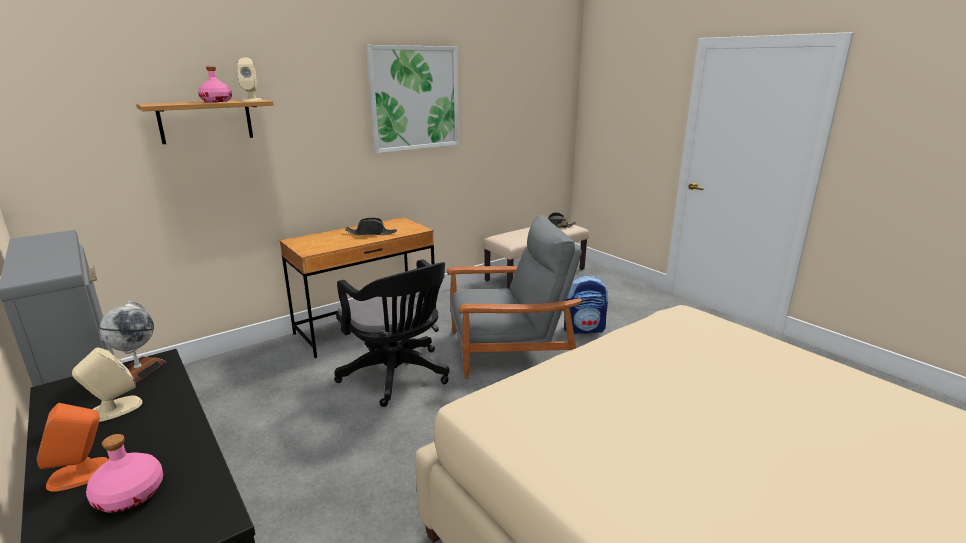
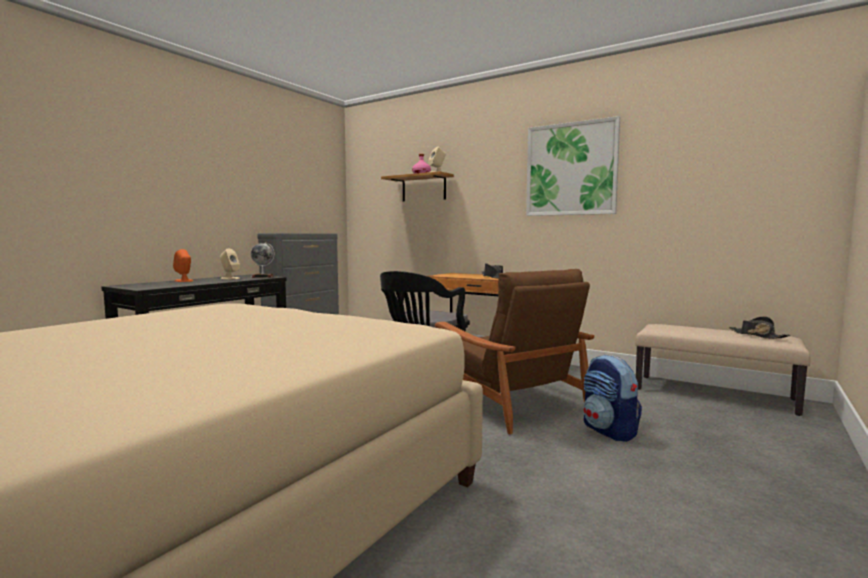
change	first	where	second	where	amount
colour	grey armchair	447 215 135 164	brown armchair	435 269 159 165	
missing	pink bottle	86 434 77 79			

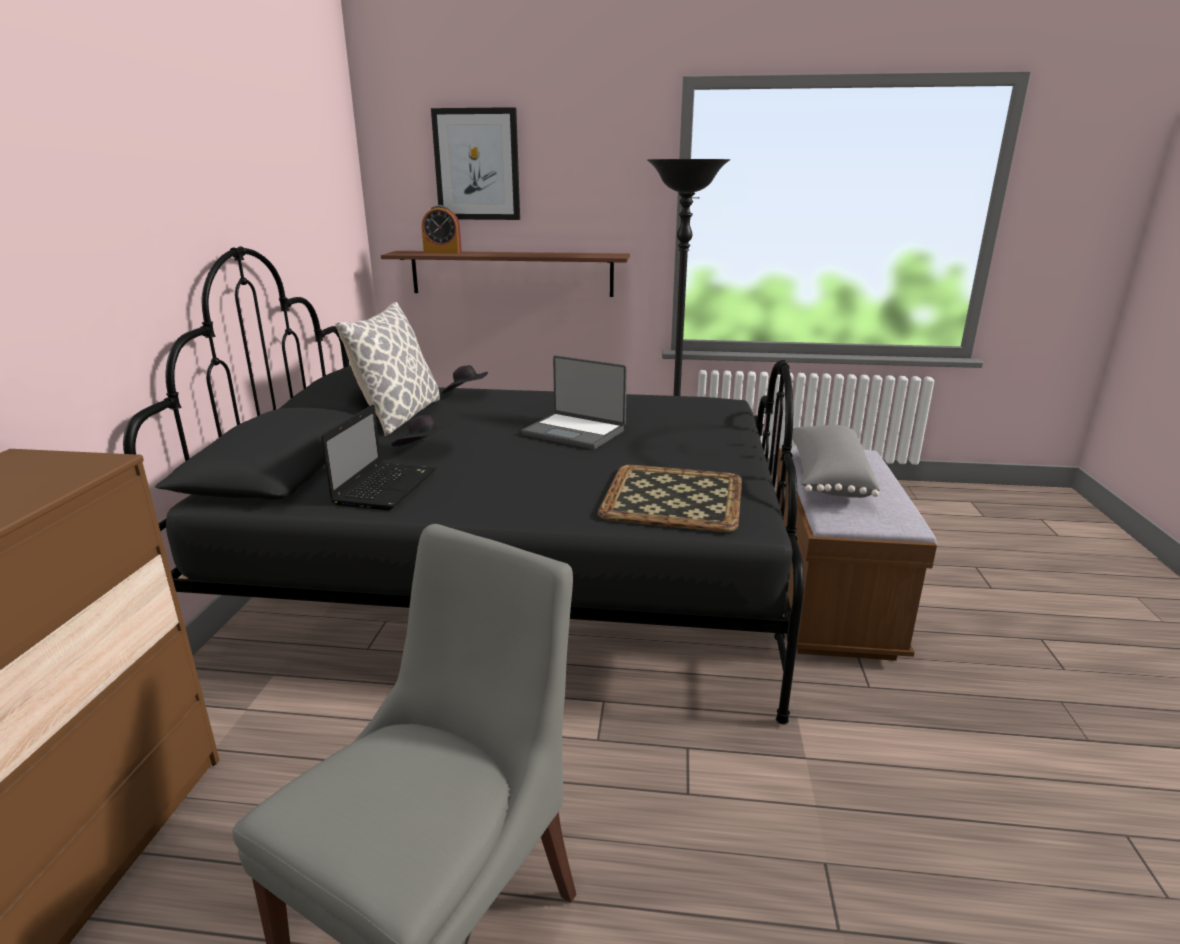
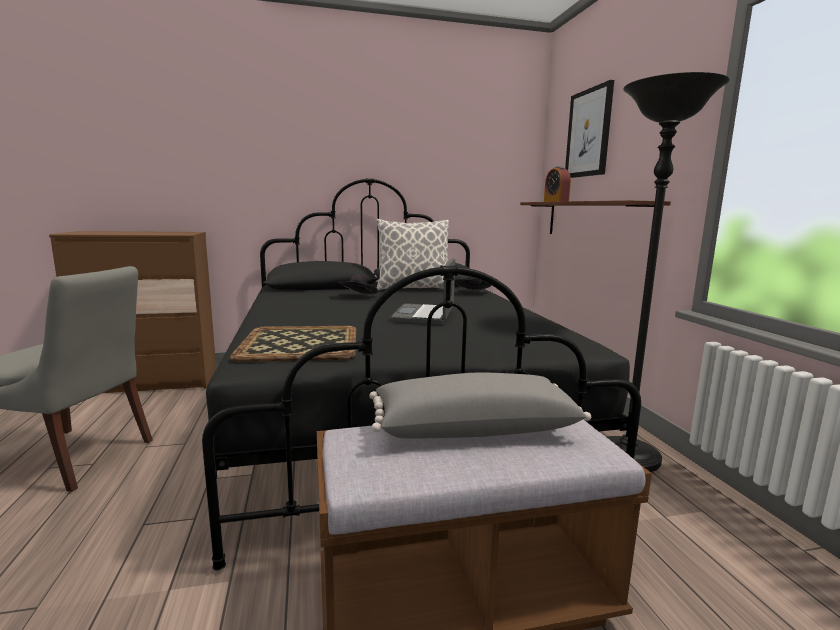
change	first	where	second	where	amount
missing	laptop	321 405 115 105			

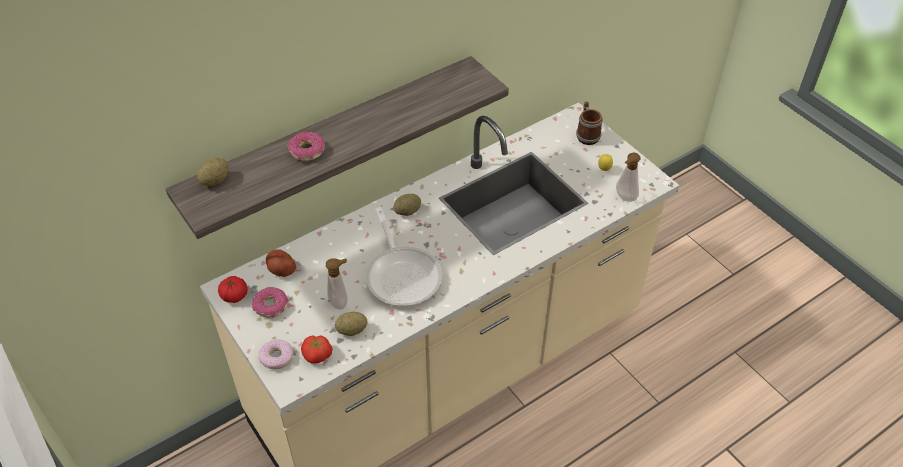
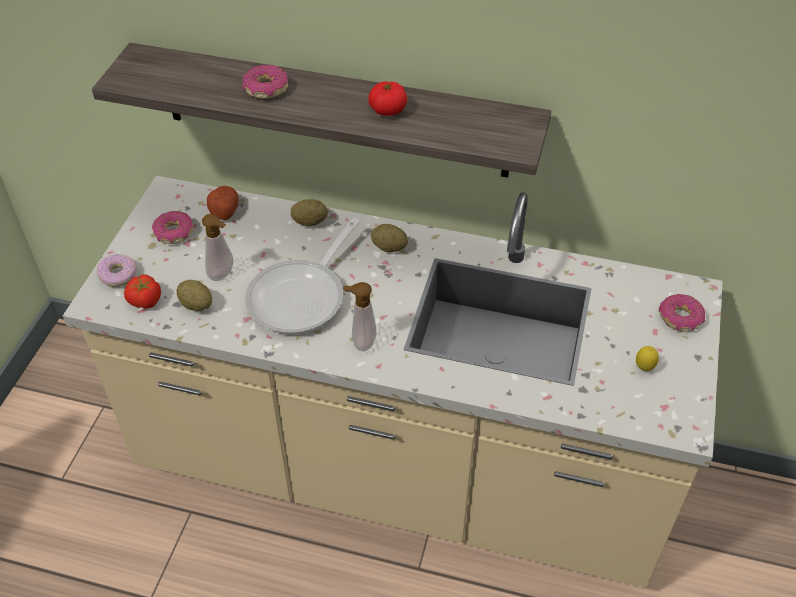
change	first	where	second	where	amount
relocated	potato	197 158 32 28		291 199 37 27	
relocated	soap dispenser	616 153 25 49		343 282 33 69	
relocated	tomato	218 276 30 27		368 81 39 35	
exchanged	mug	576 101 27 44	donut	659 294 46 38	

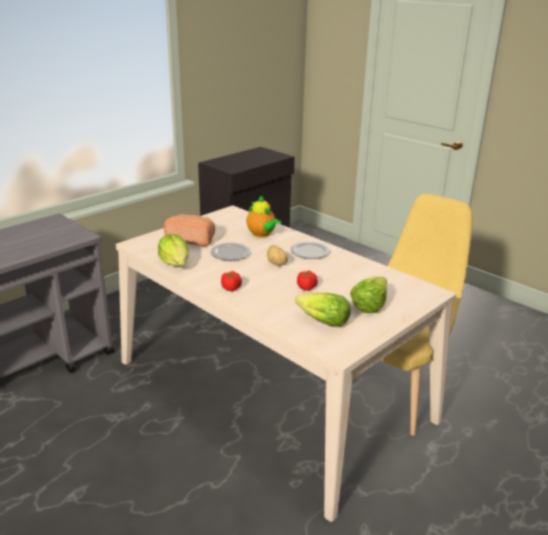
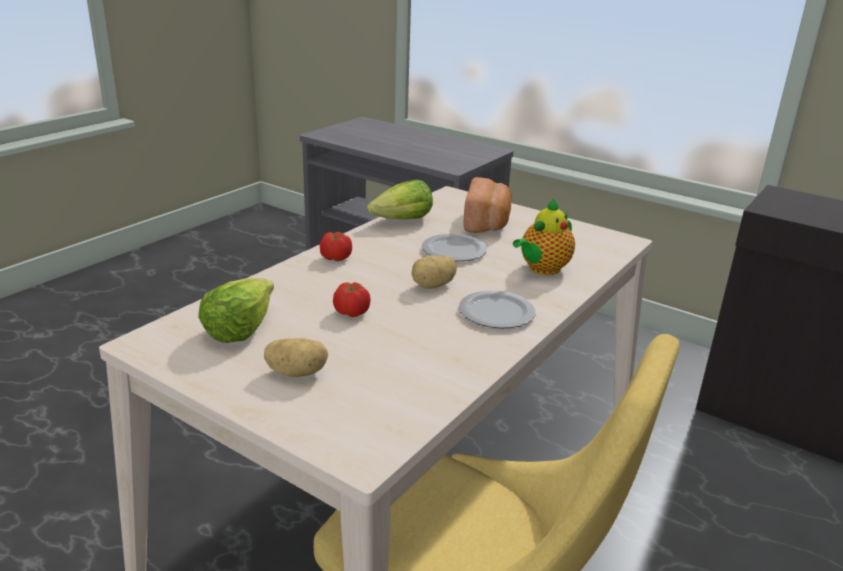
change	first	where	second	where	amount
exchanged	lettuce	350 276 37 37	potato	264 338 64 39	

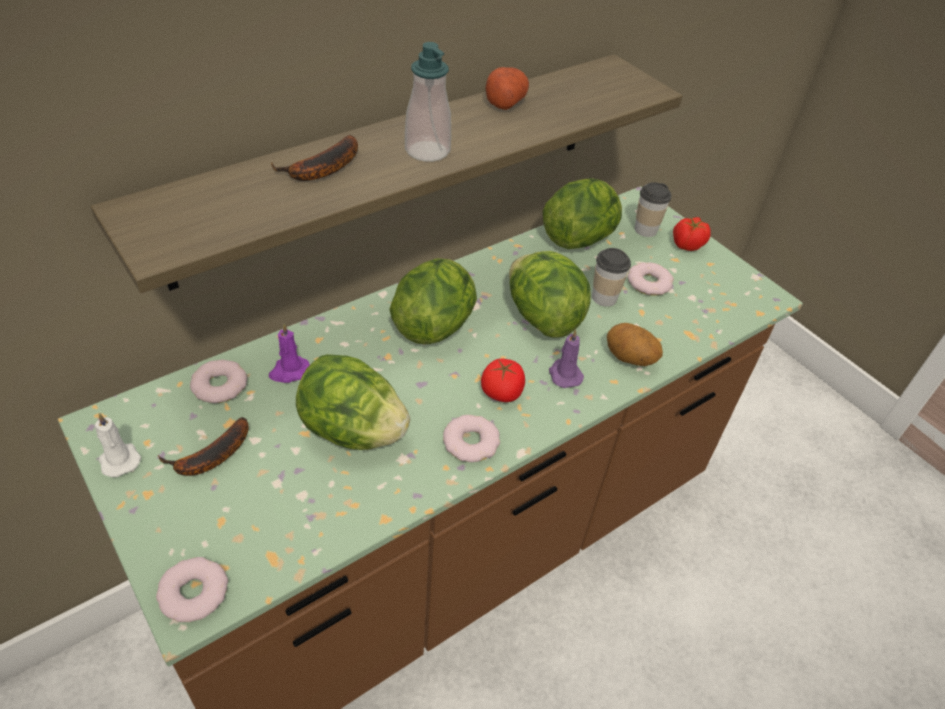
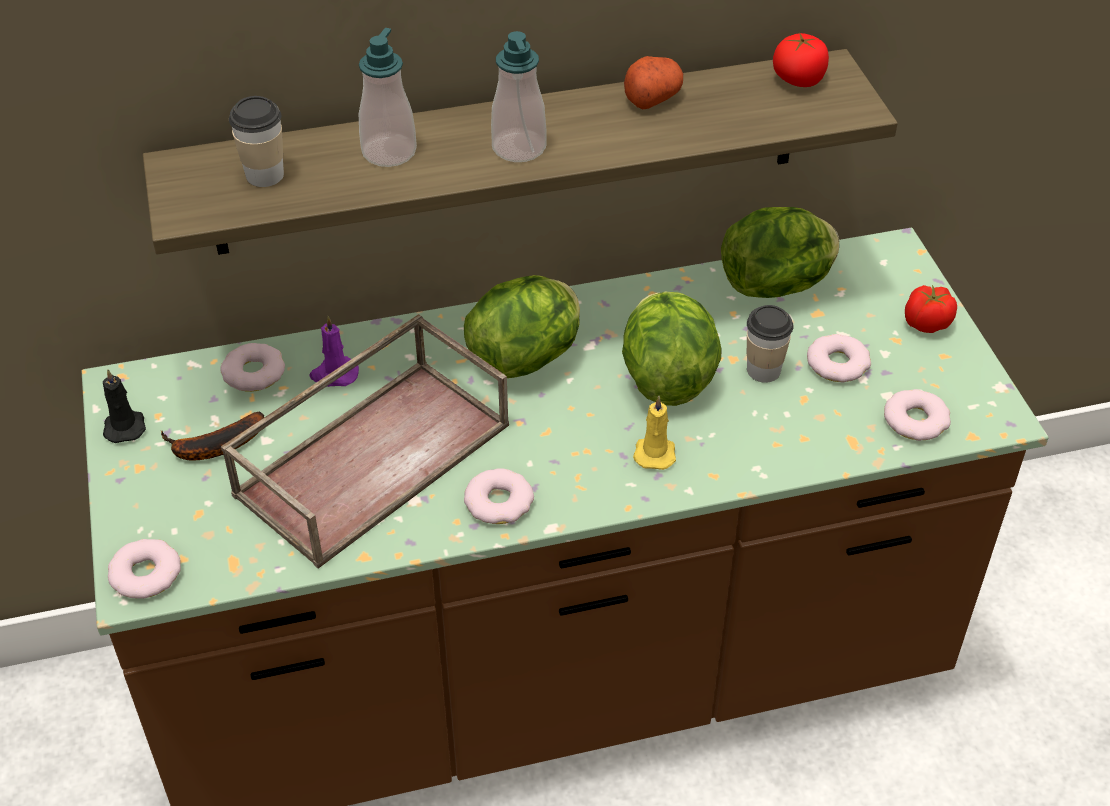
change	first	where	second	where	amount
colour	white candle	95 413 46 64	black candle	103 369 43 74	
exchanged	lettuce	296 354 114 96	brown tray	221 314 288 255	
relocated	cup	634 182 37 55		229 96 55 91	
exchanged	banana	271 135 87 46	soap dispenser	359 28 58 139	
colour	purple candle	549 329 35 59	yellow candle	633 396 43 74	
relocated	tomato	481 359 44 43		773 32 56 55	
appeared			donut	884 389 67 52	
missing	potato	607 323 56 43			

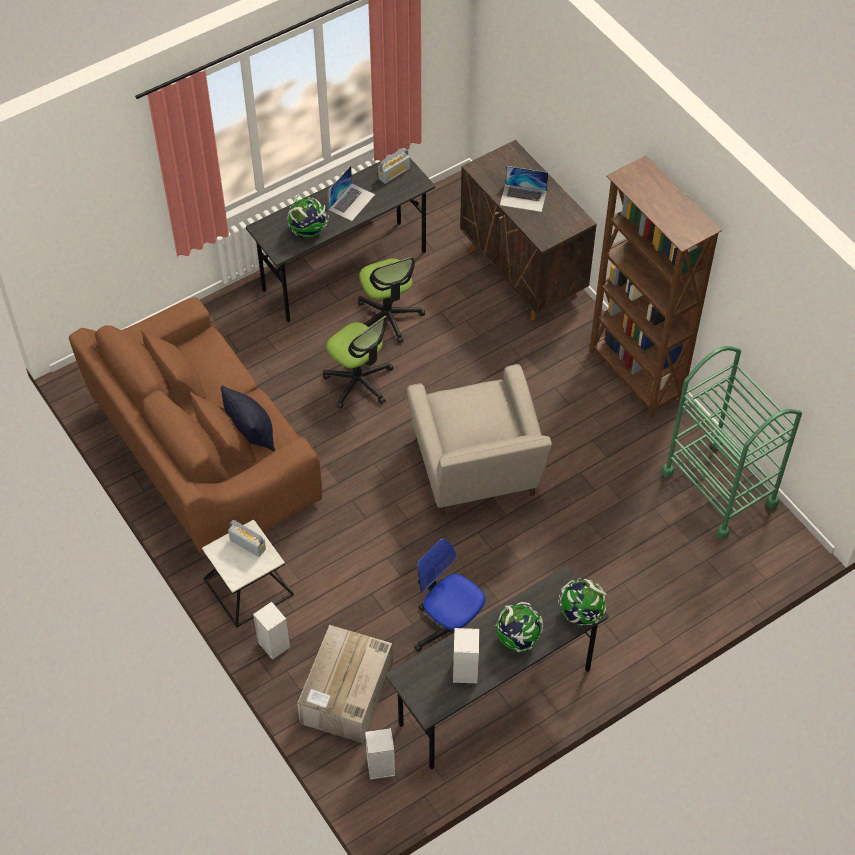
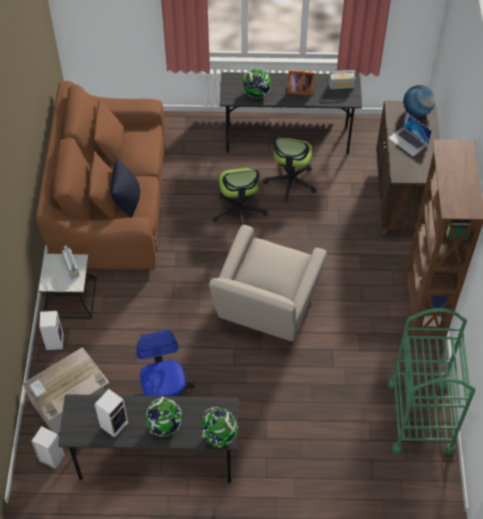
change	first	where	second	where	amount
exchanged	laptop	327 166 48 55	picture frame	287 70 28 26	
appeared			globe	403 85 32 32	

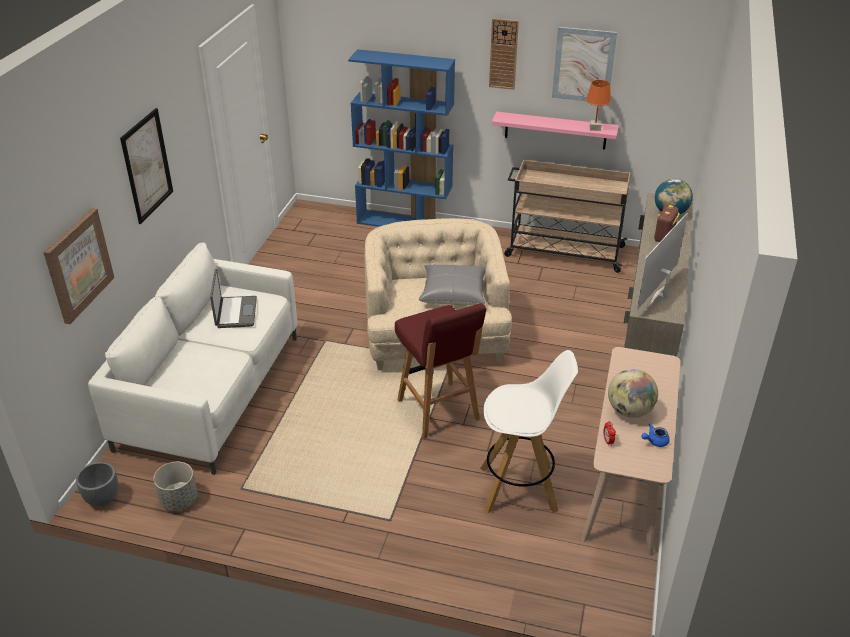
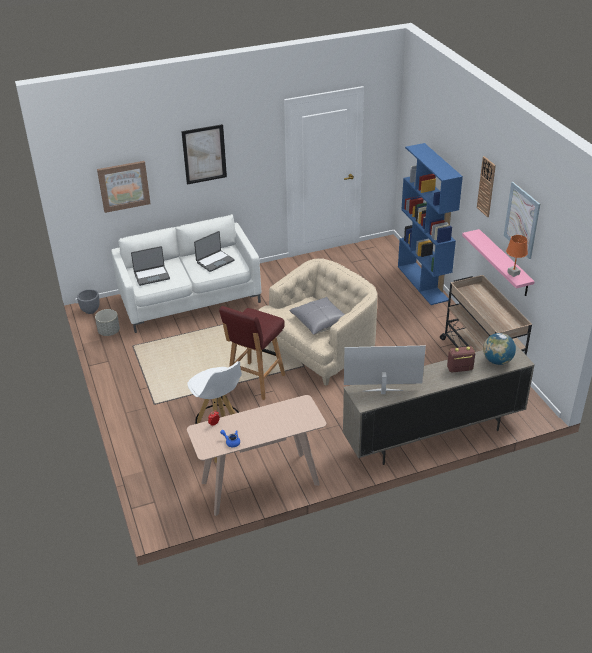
change	first	where	second	where	amount
appeared			laptop	131 246 39 40	
missing	globe	608 369 50 49			

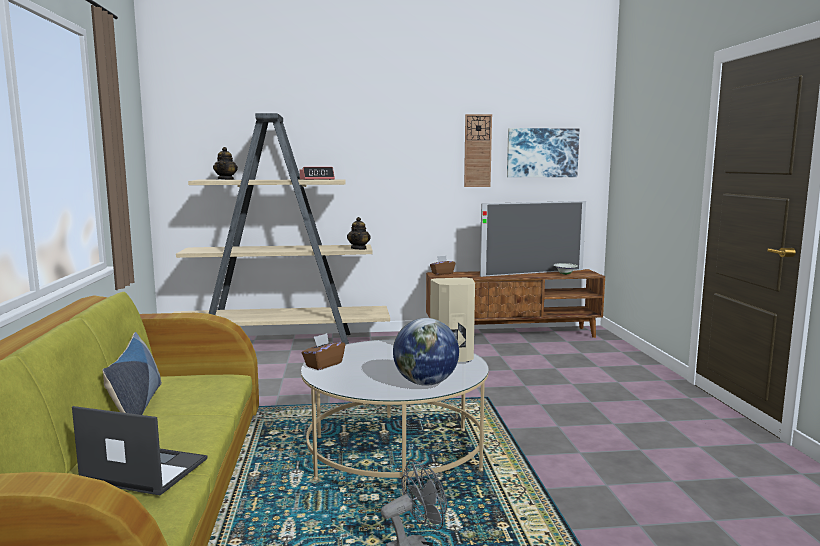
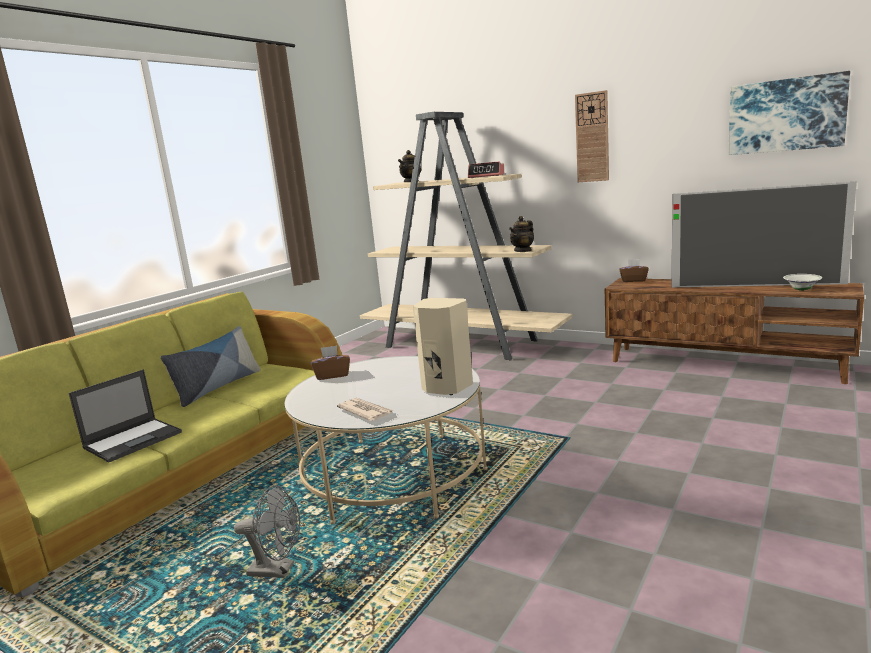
change	first	where	second	where	amount
spun	laptop	72 406 135 89		69 369 113 93	75 degrees clockwise
exchanged	globe	393 318 66 68	newspaper	337 398 57 23	
relocated	wall clock	464 114 28 73		575 90 34 92	

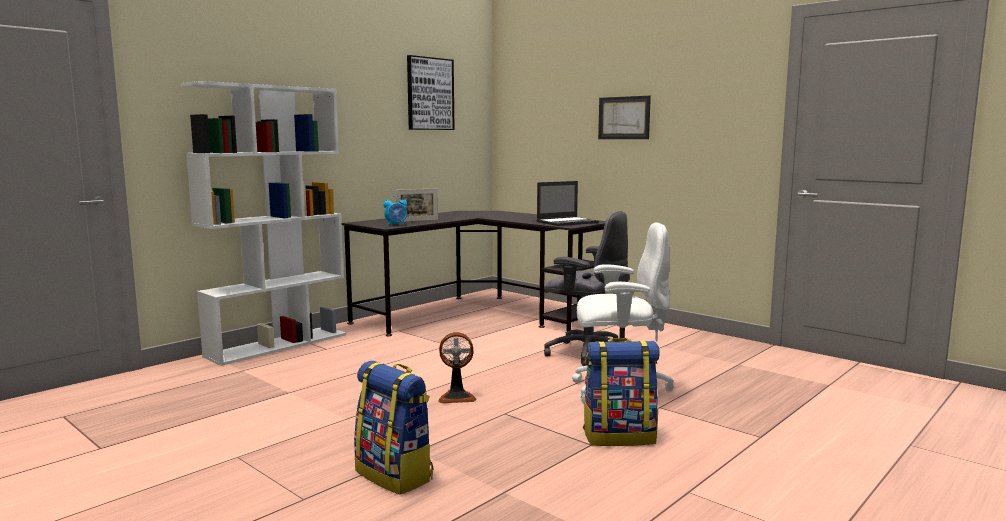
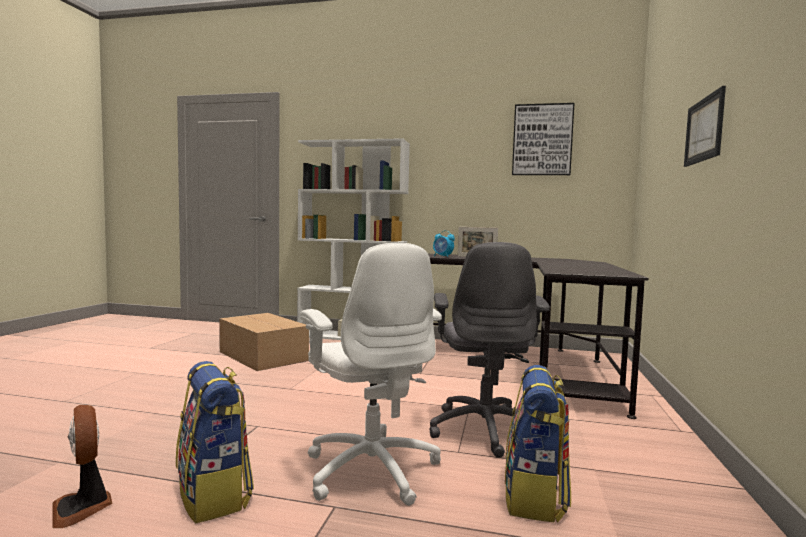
change	first	where	second	where	amount
relocated	fan	438 332 38 71		52 405 60 123	
appeared			cardboard box	219 313 90 58	
relocated	backpack	354 361 79 134		505 365 66 158	
missing	laptop	537 181 62 45			

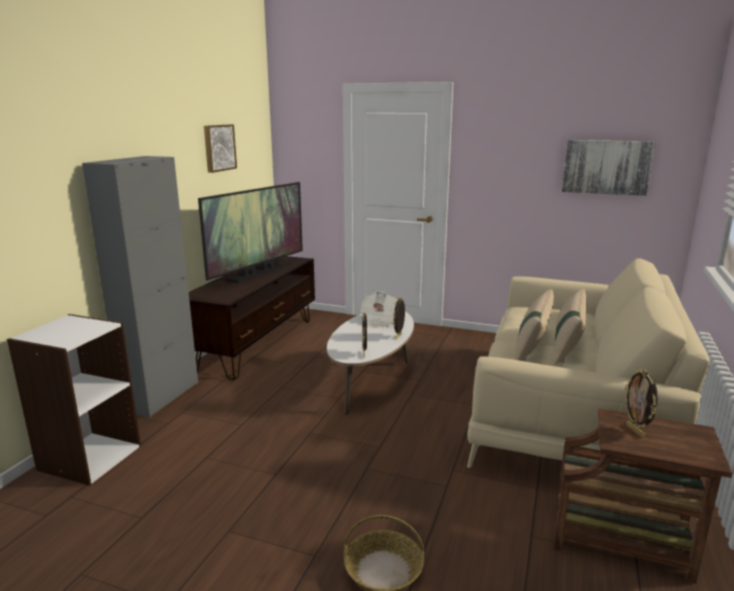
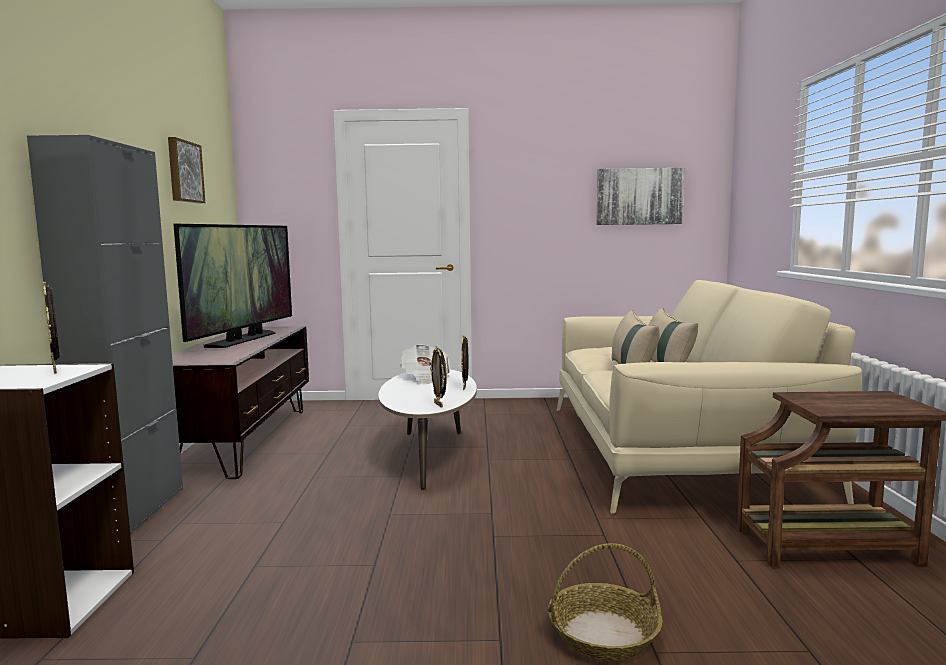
change	first	where	second	where	amount
relocated	picture frame	625 369 33 69		43 282 17 92	

